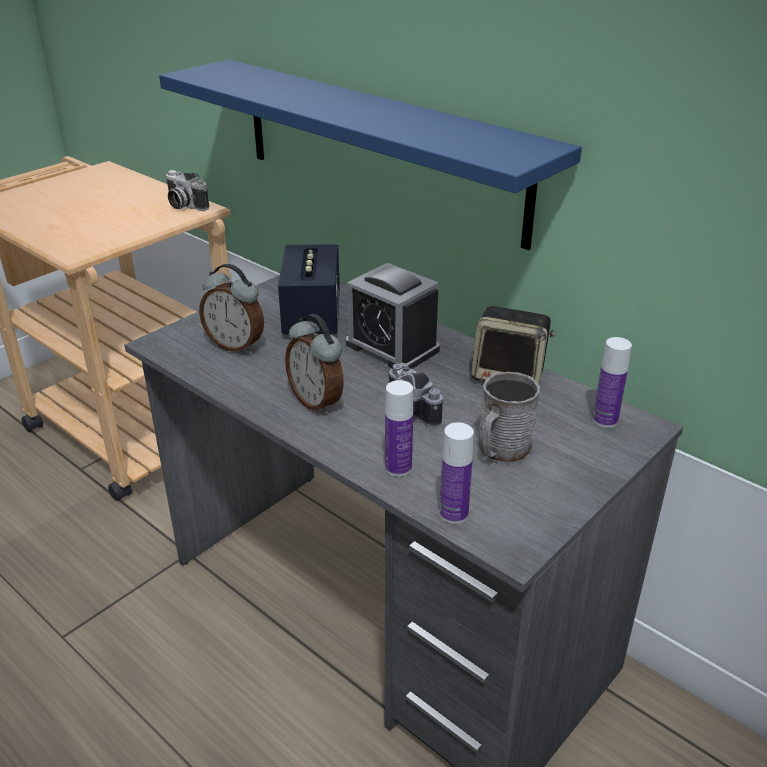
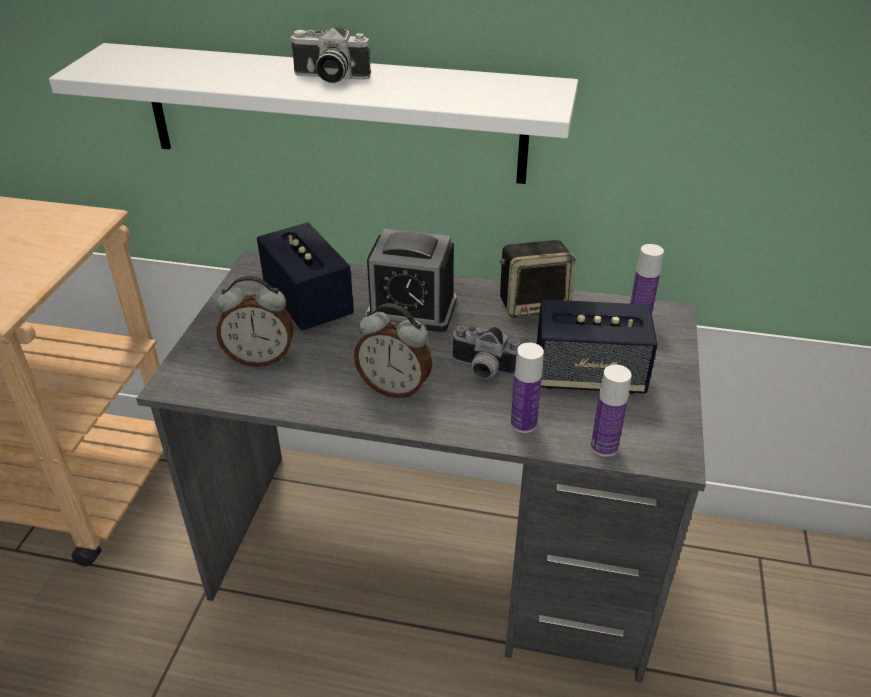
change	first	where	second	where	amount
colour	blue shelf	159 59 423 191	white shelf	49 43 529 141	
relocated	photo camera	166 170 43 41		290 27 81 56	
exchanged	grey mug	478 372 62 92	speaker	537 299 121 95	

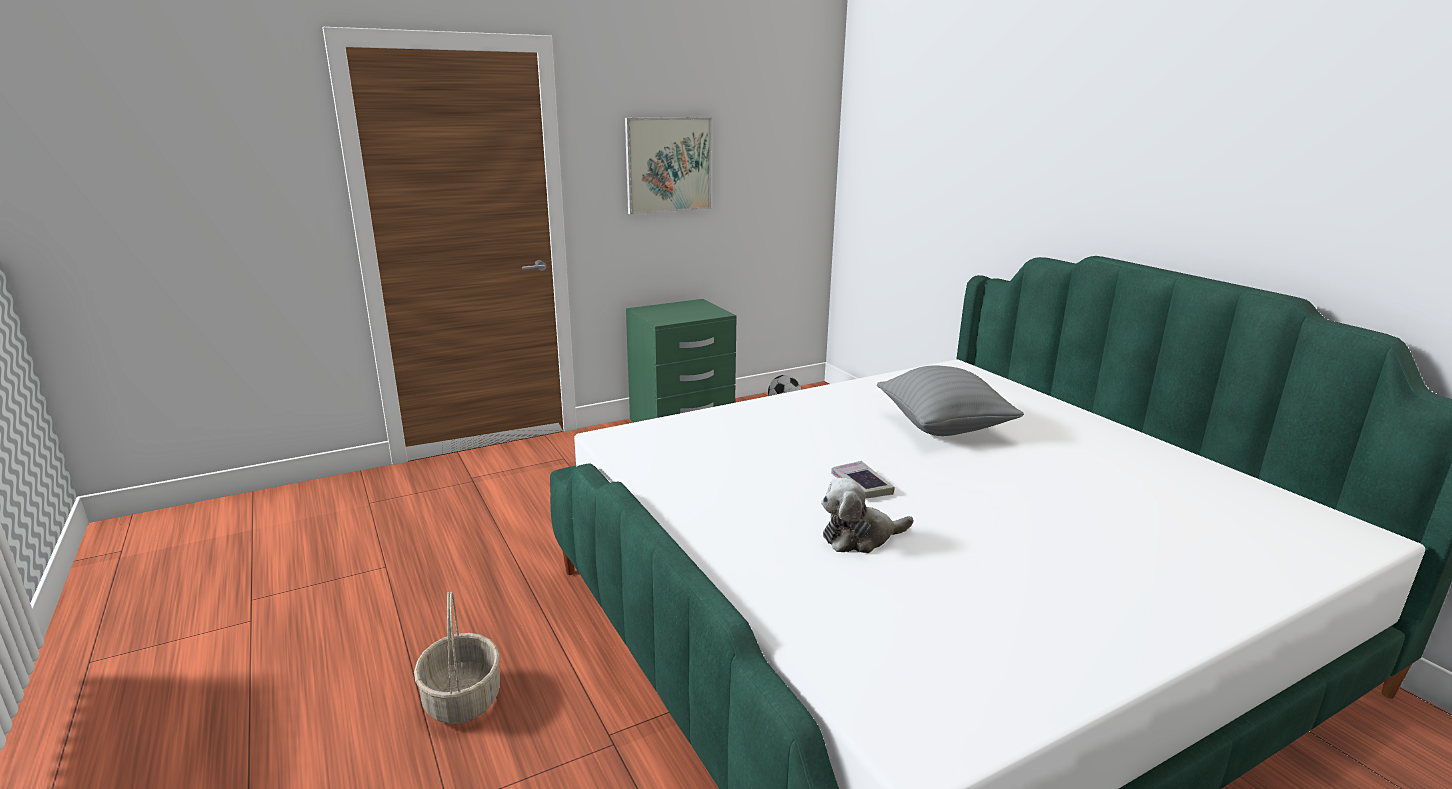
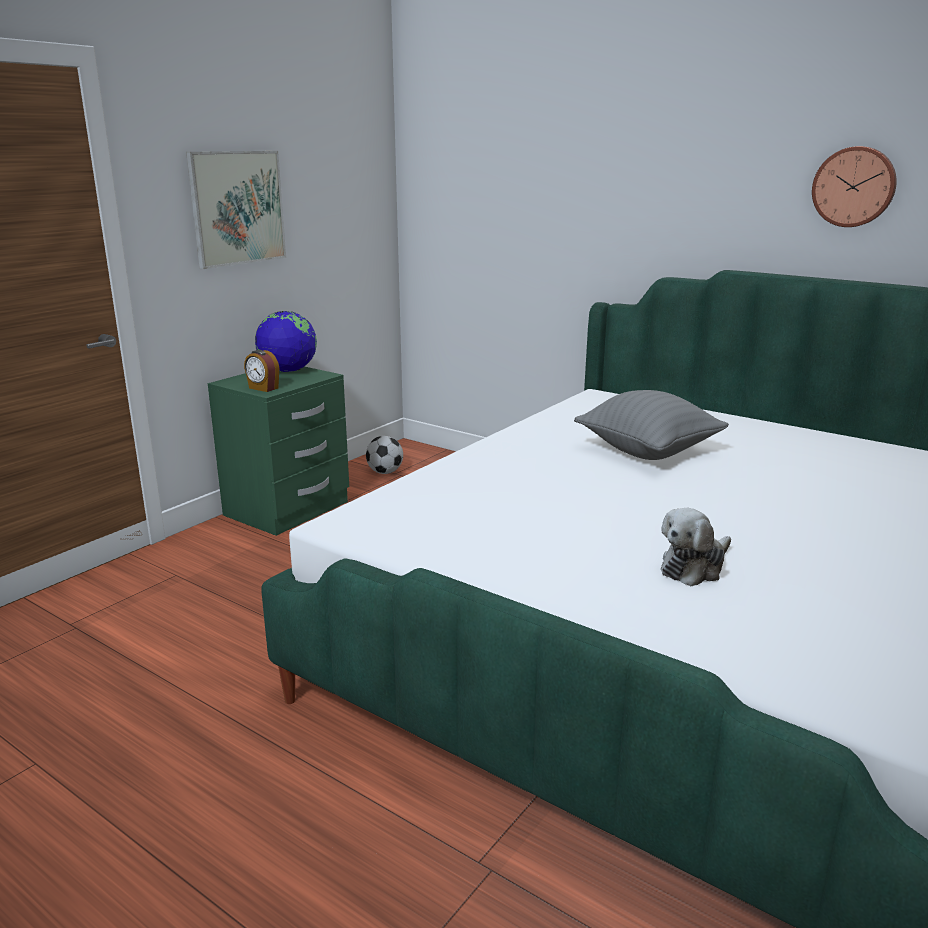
change	first	where	second	where	amount
appeared			alarm clock	244 350 35 42	
appeared			globe	255 311 62 61	
appeared			wall clock	812 146 85 81	
missing	basket	414 592 86 132			
missing	book	831 461 64 37			

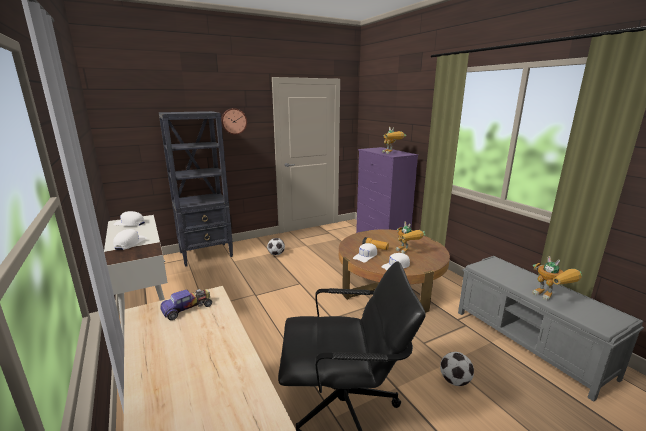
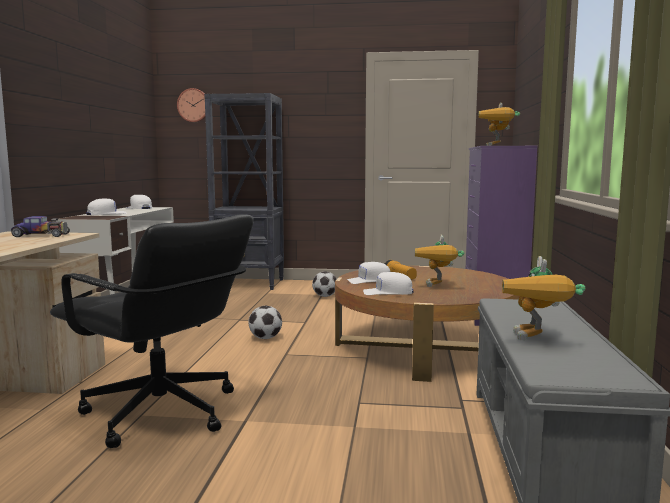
change	first	where	second	where	amount
relocated	wall clock	221 108 26 27		177 88 28 34	
relocated	football	440 352 34 34		248 306 34 33	

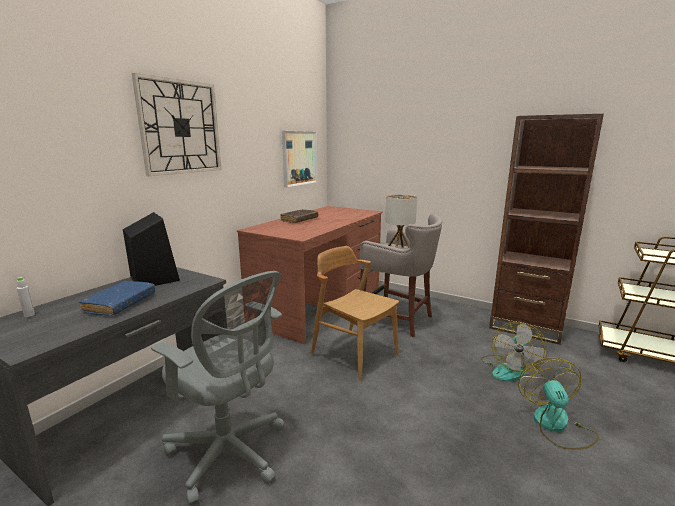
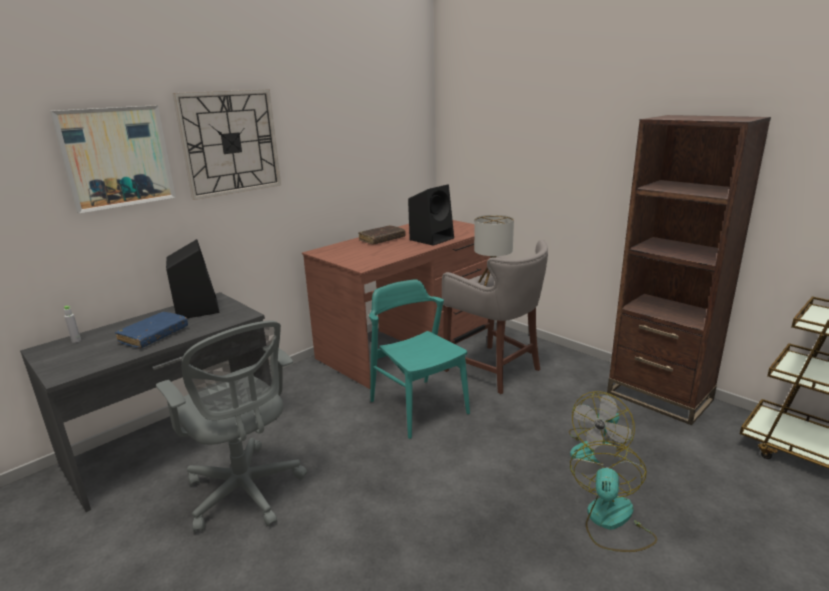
change	first	where	second	where	amount
relocated	picture	282 131 35 56		50 105 126 109	
colour	brown chair	311 246 88 135	turquoise chair	369 279 101 160	
appeared			black speaker	408 184 46 62	

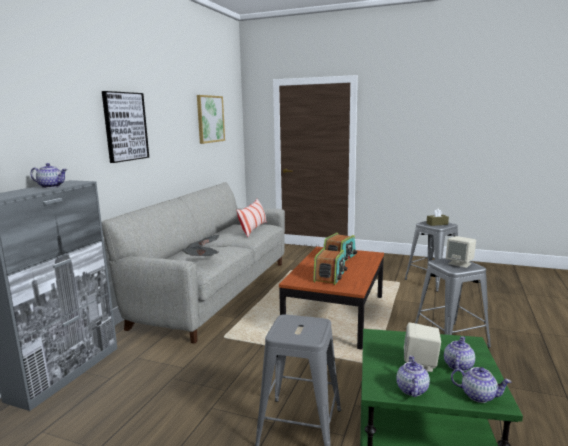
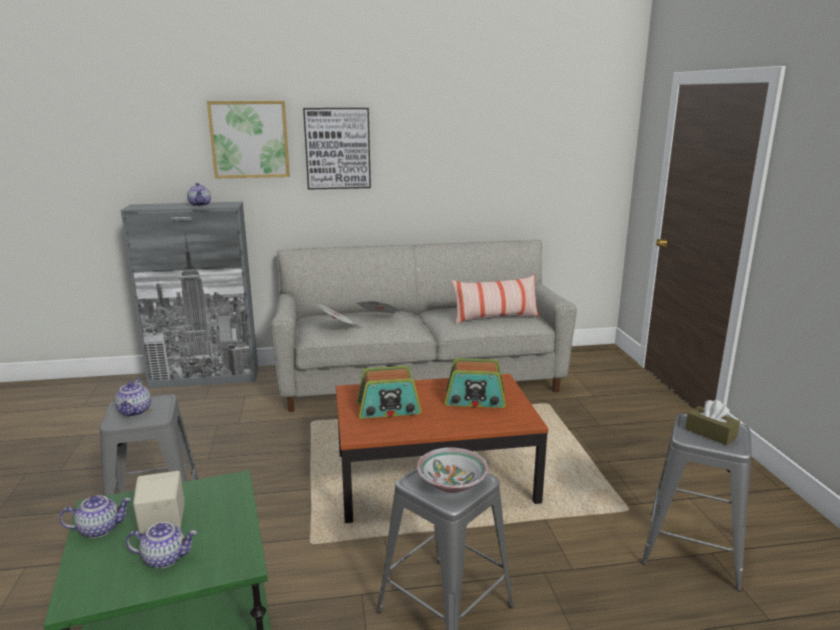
change	first	where	second	where	amount
relocated	teapot	451 367 61 36		115 379 36 38	
relocated	picture	197 95 28 49		207 101 83 77	
exchanged	beige speaker	446 236 30 32	bowl	417 447 71 46	

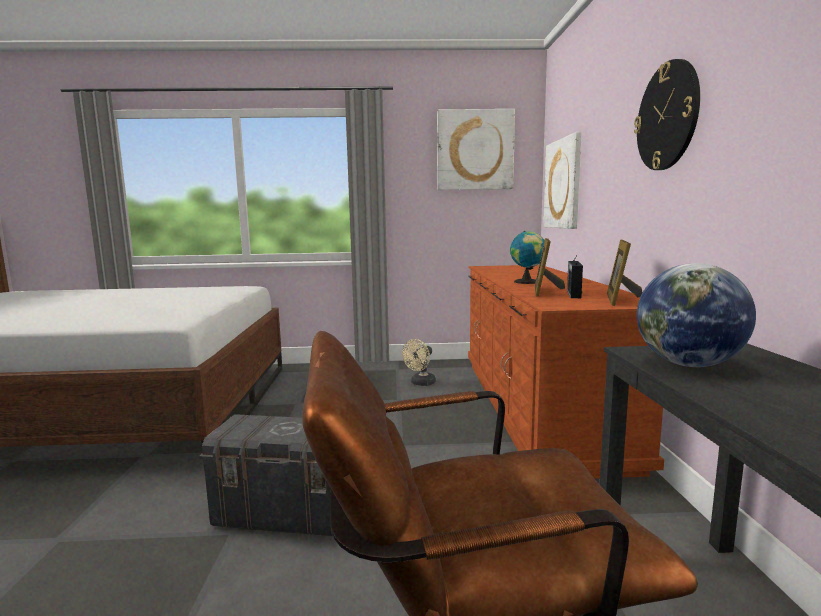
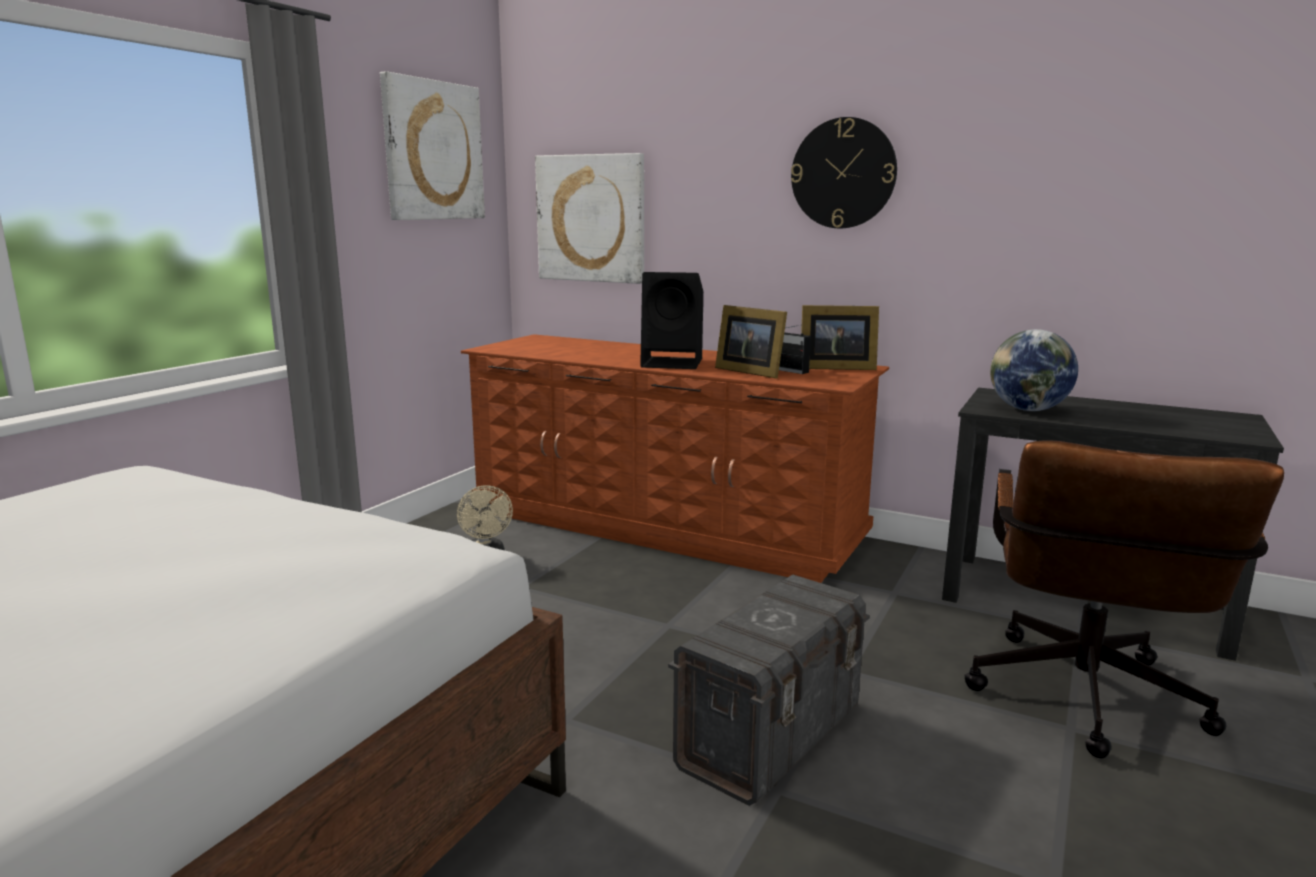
change	first	where	second	where	amount
exchanged	globe	510 231 35 53	black speaker	640 272 63 97	
spun	picture frame	607 240 36 66		801 305 78 65	45 degrees counterclockwise

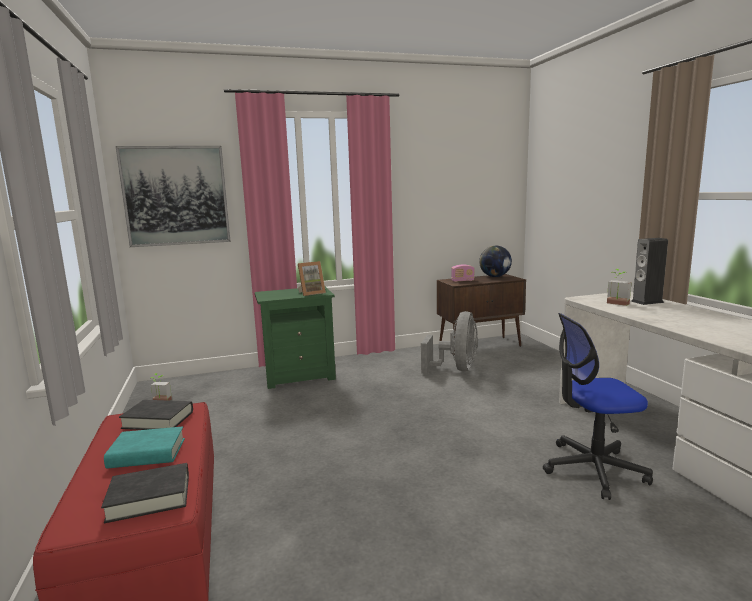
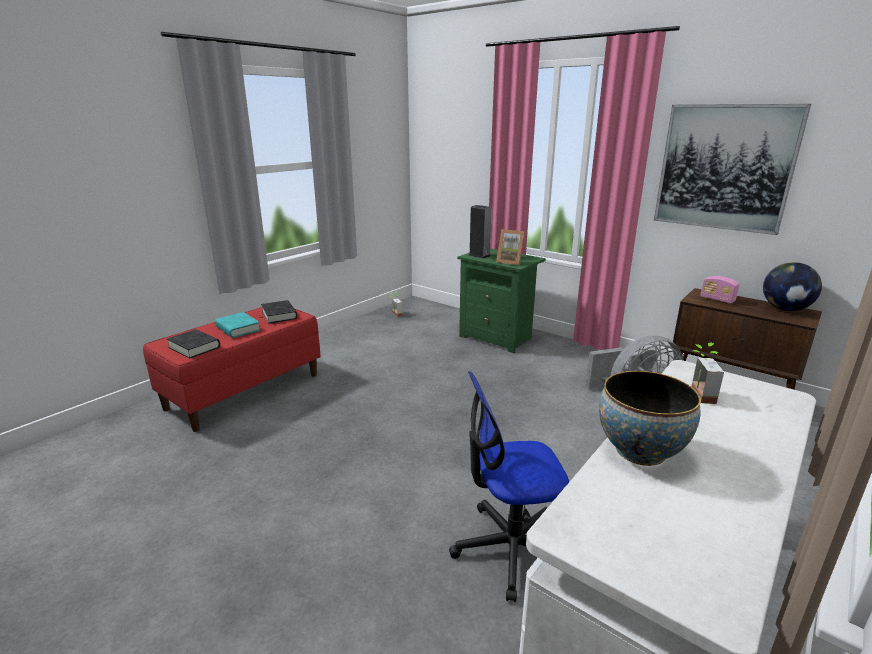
change	first	where	second	where	amount
spun	office chair	543 313 110 187		449 371 120 231	60 degrees counterclockwise
relocated	speaker	631 238 37 67		468 205 24 54	
appeared			bowl	599 371 102 95	
relocated	picture	116 146 115 101		654 104 157 131	

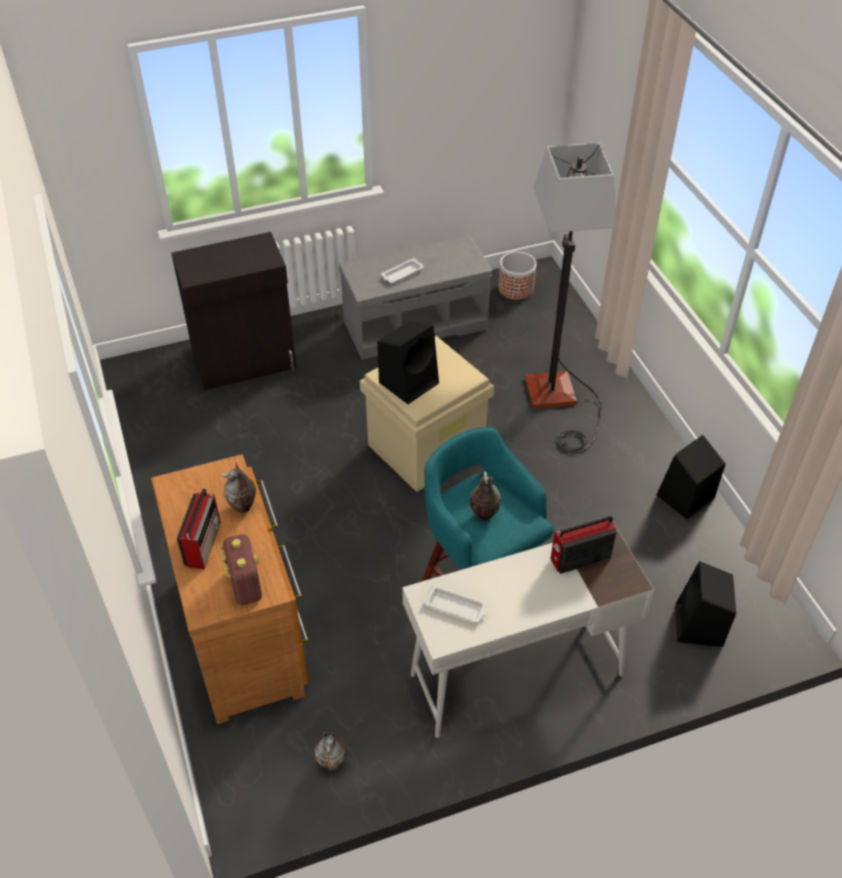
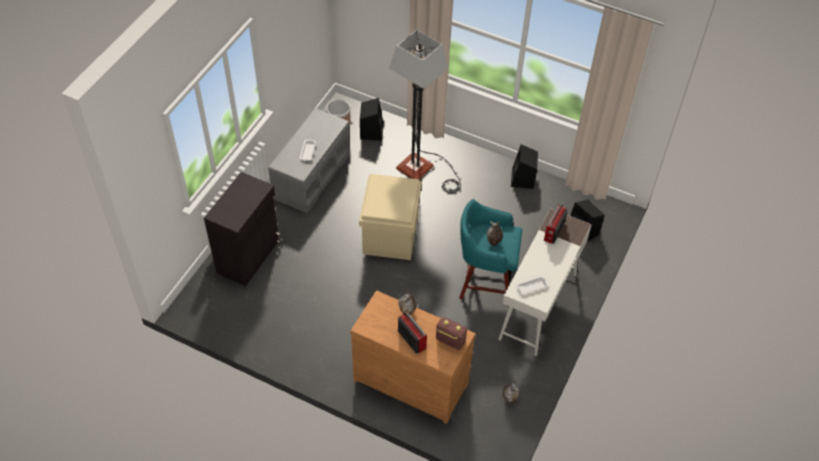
change	first	where	second	where	amount
relocated	black speaker	377 321 62 83		360 98 24 42	

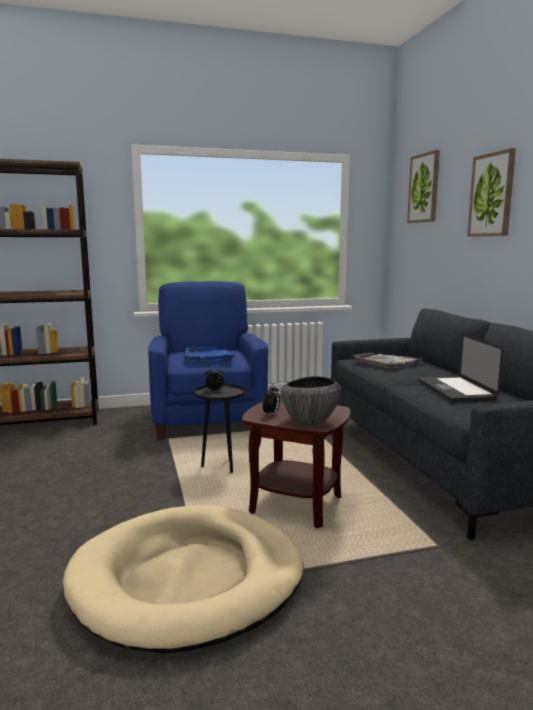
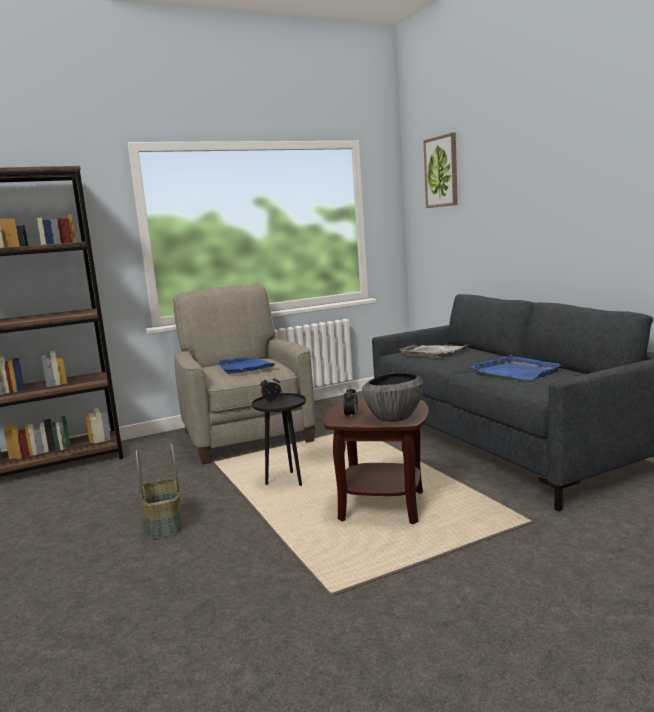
change	first	where	second	where	amount
appeared			basket	136 444 46 95	
colour	blue armchair	148 281 120 159	beige armchair	173 285 143 179	
exchanged	laptop	418 334 85 68	blue tray	471 355 90 25	
missing	beige dog bed	63 505 241 148			
missing	picture	467 148 49 89			

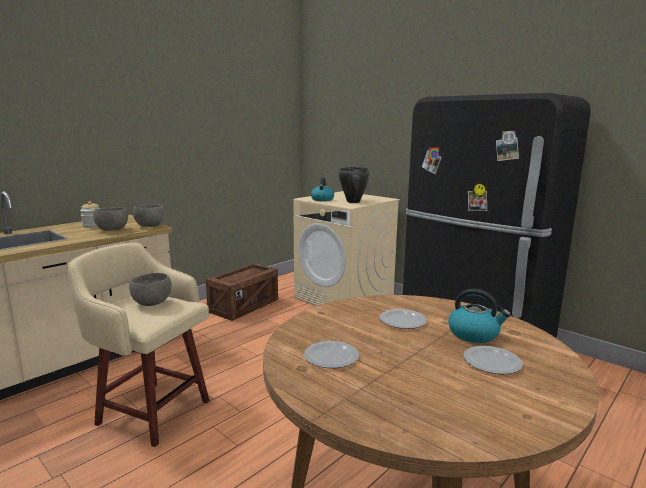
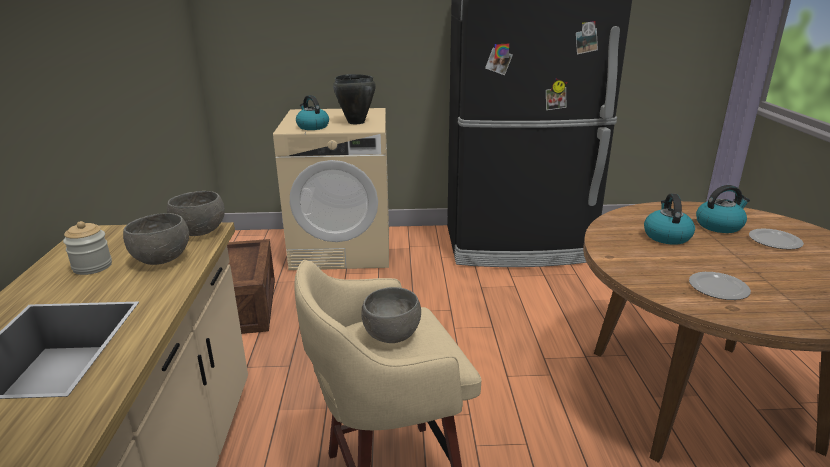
change	first	where	second	where	amount
exchanged	plate	380 309 47 20	kettle	644 194 51 51	

